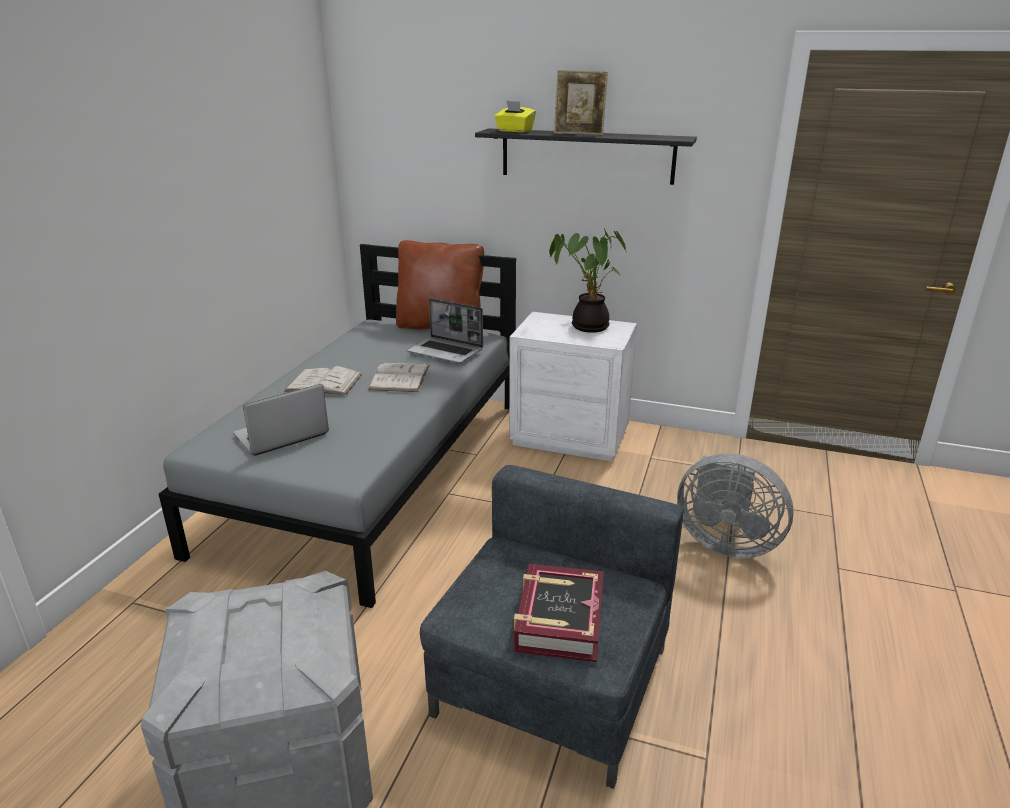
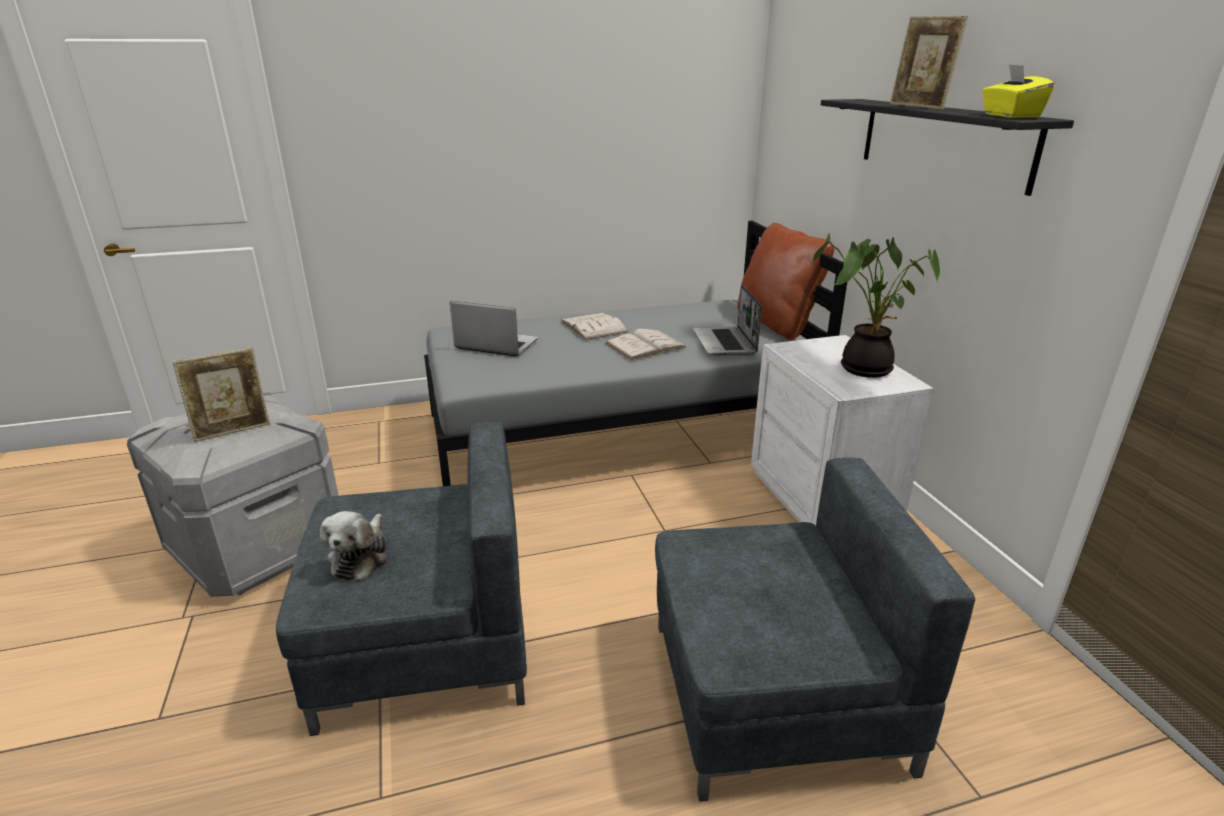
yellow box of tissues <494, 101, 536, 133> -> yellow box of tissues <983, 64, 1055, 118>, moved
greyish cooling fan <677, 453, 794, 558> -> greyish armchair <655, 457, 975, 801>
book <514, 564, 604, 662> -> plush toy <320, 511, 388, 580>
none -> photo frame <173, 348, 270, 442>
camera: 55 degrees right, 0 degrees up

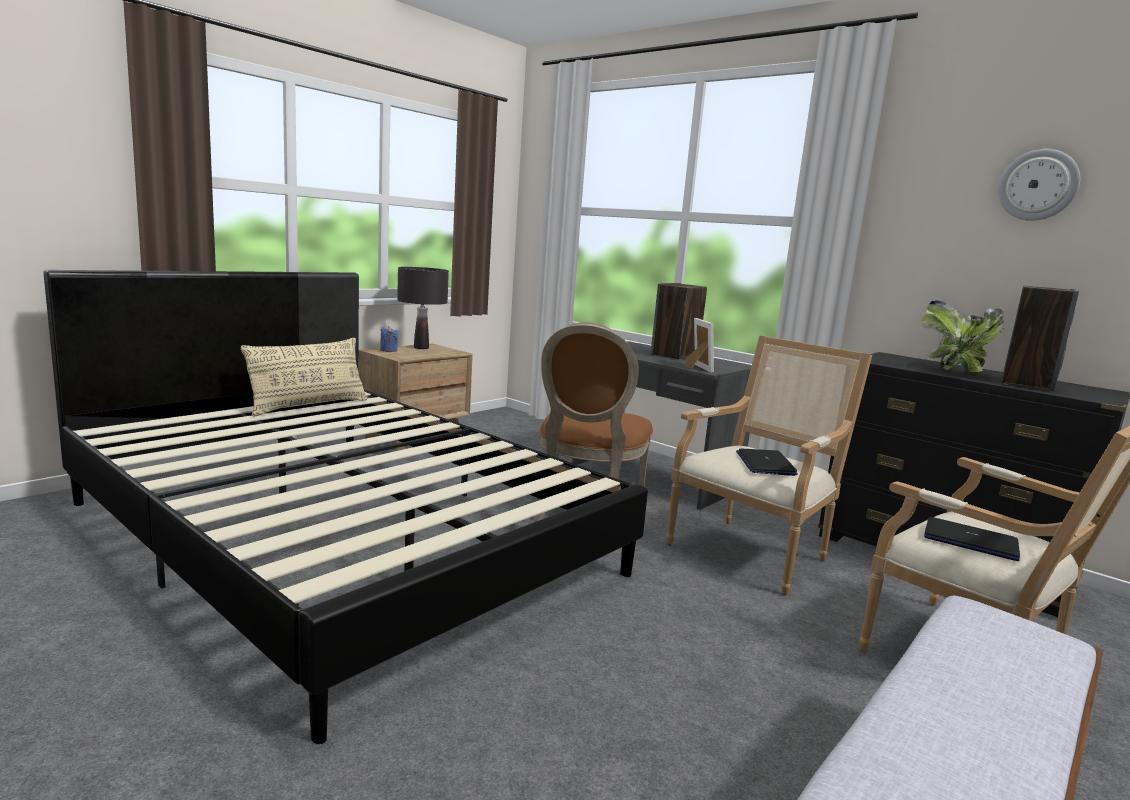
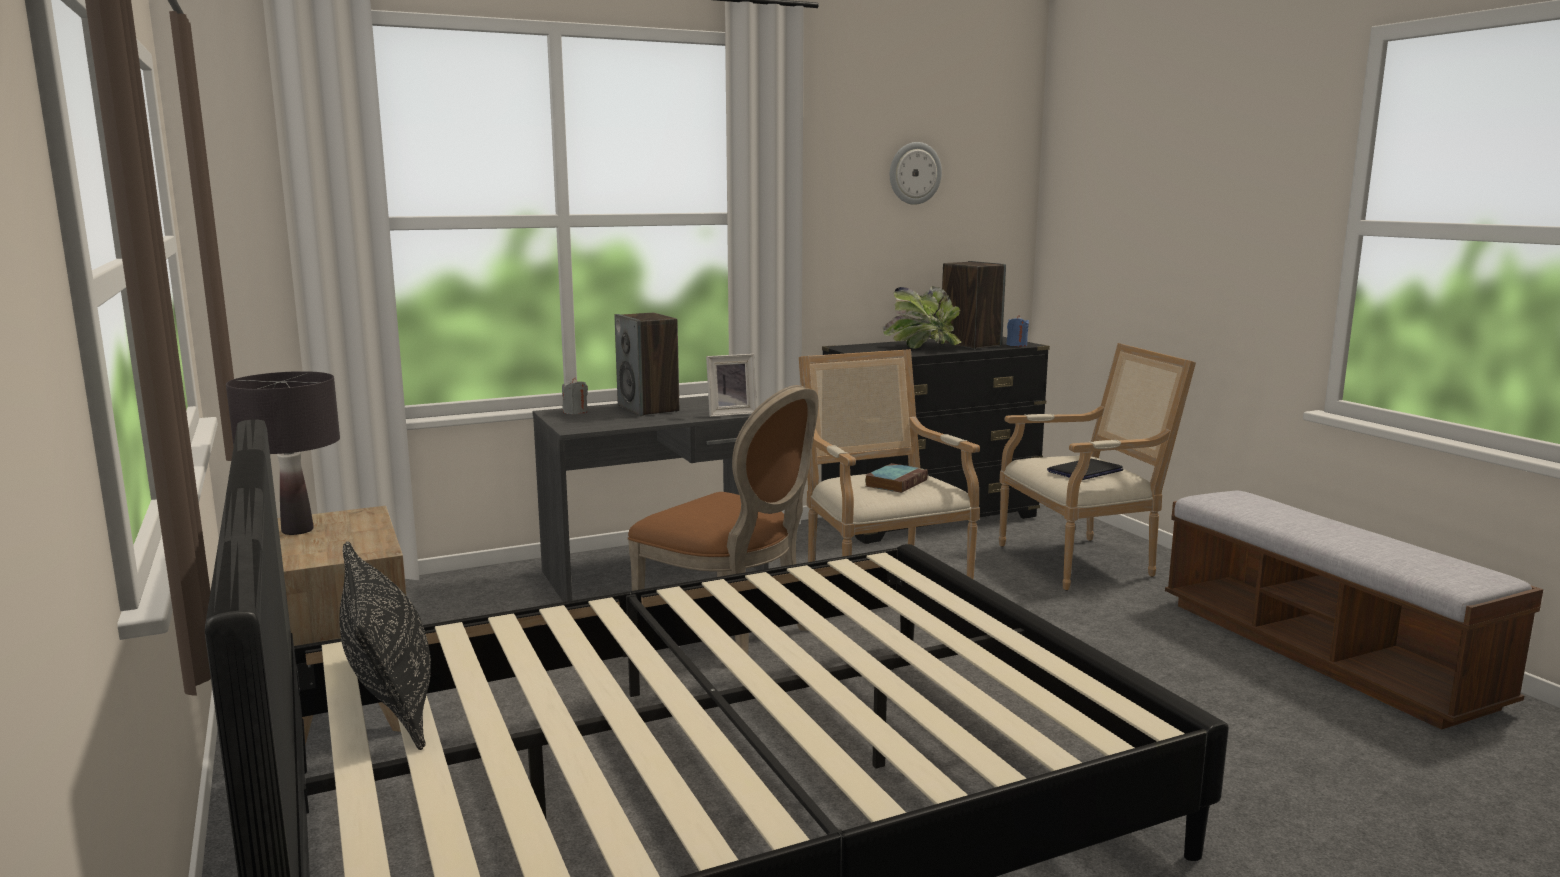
photo frame <686, 318, 714, 373> -> photo frame <706, 354, 757, 417>, 150 degrees clockwise
blue-coloured wax light <380, 326, 398, 352> -> blue-coloured wax light <1006, 315, 1029, 347>, moved
beige-coloured throw pillow <241, 338, 367, 416> -> black-coloured throw pillow <339, 541, 431, 750>
laptop <736, 449, 798, 476> -> book <865, 463, 928, 493>
none -> greyish wax light <562, 377, 588, 414>
camera: 65 degrees left, 0 degrees up

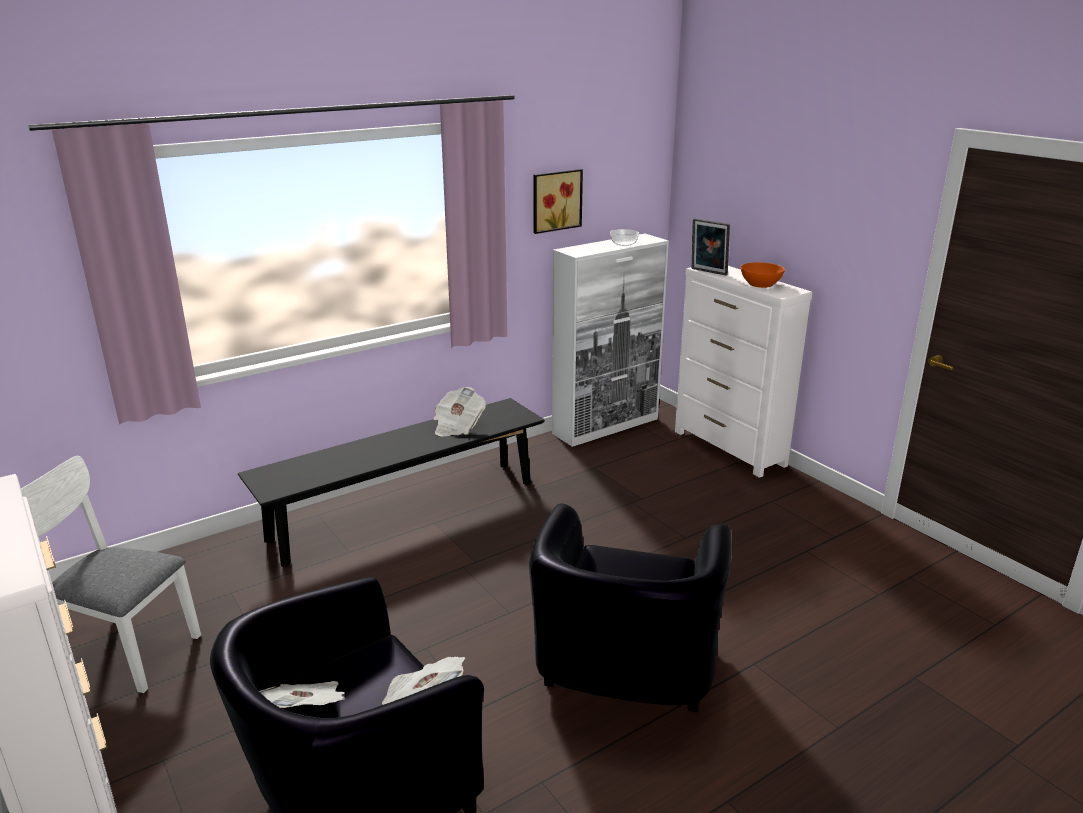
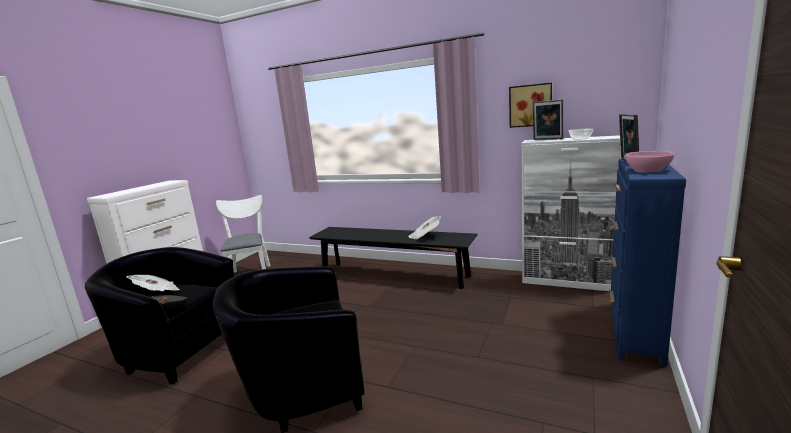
orange-coloured deep dish <741, 262, 785, 288> -> pinkish deep dish <625, 151, 675, 172>
white drawer chest <675, 266, 812, 478> -> blue-coloured drawer chest <609, 159, 686, 366>
none -> photo frame <533, 100, 563, 140>
camera: 60 degrees right, 10 degrees down

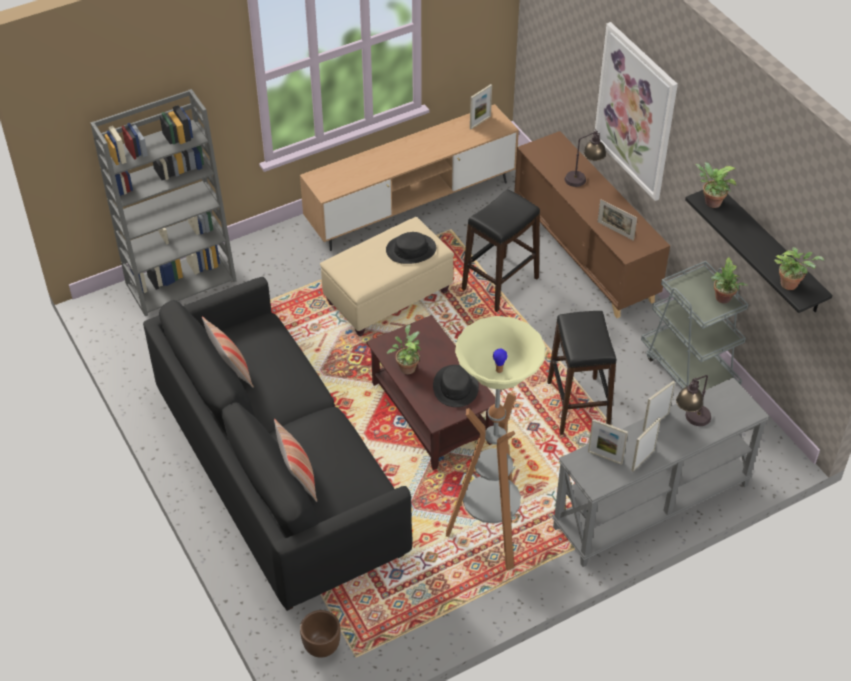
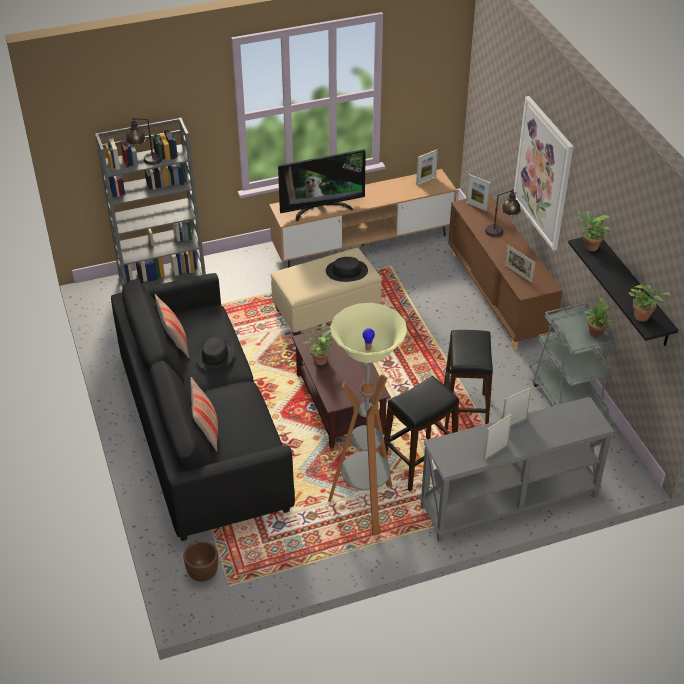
black-coloured stool seat <462, 189, 540, 312> -> black-coloured stool seat <384, 376, 459, 492>, moved
black-coloured clothing hat <433, 365, 479, 407> -> black-coloured clothing hat <195, 337, 235, 370>, moved
lamp for a table <676, 375, 711, 426> -> lamp for a table <126, 117, 162, 165>, moved
photo frame <588, 419, 628, 465> -> photo frame <466, 174, 491, 212>, moved
none -> TV <278, 149, 366, 221>
camera: 10 degrees right, 5 degrees down

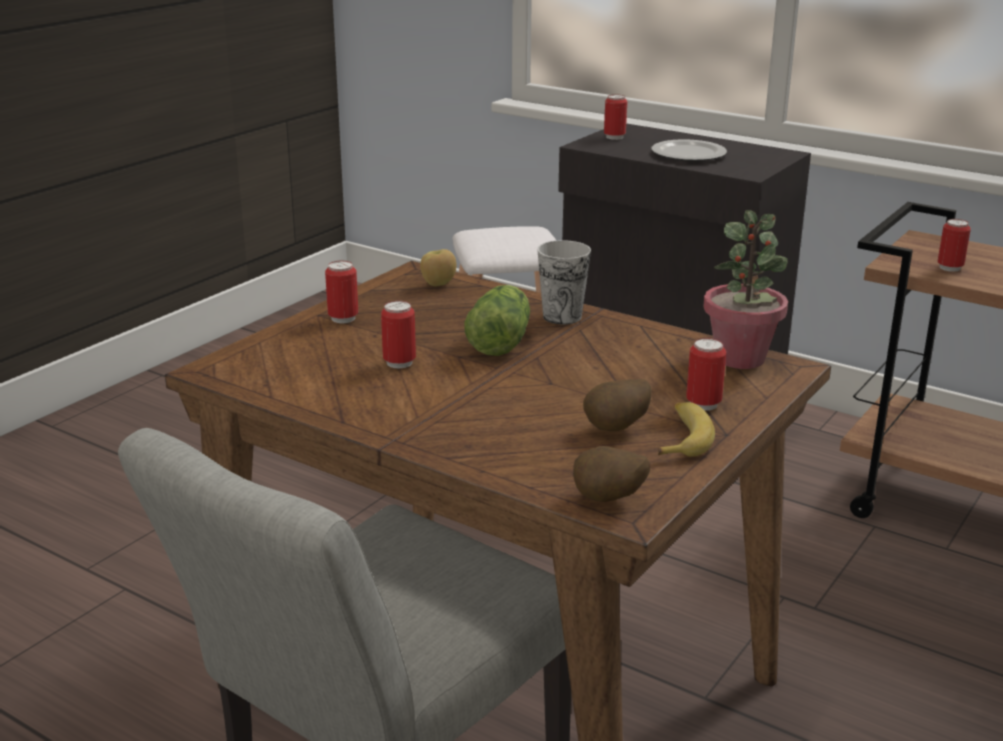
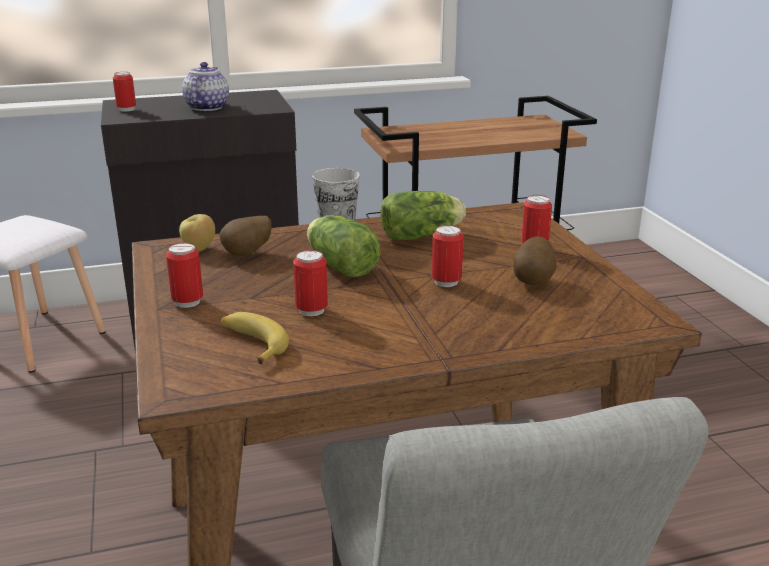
dinner plate <652, 139, 727, 162> -> tea pot <182, 62, 229, 111>
plant in a pot <703, 210, 788, 369> -> none
sealed can <938, 219, 971, 272> -> sealed can <432, 225, 464, 287>, moved
banana <658, 402, 715, 457> -> banana <221, 312, 289, 364>, moved
potato <573, 446, 650, 502> -> potato <219, 216, 271, 256>, moved
none -> lettuce head <380, 191, 466, 241>
camera: 50 degrees left, 0 degrees up

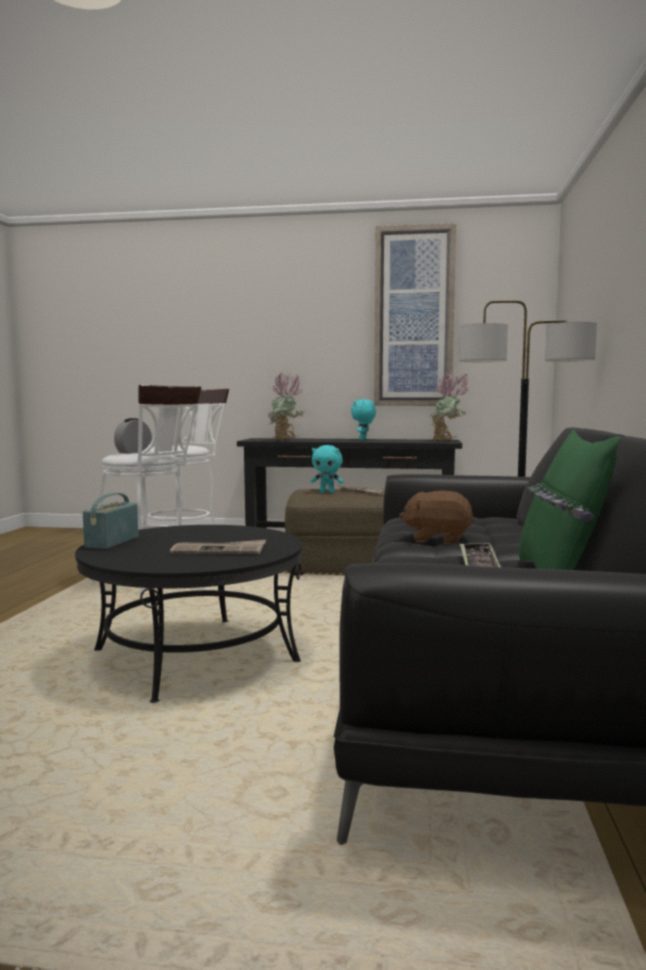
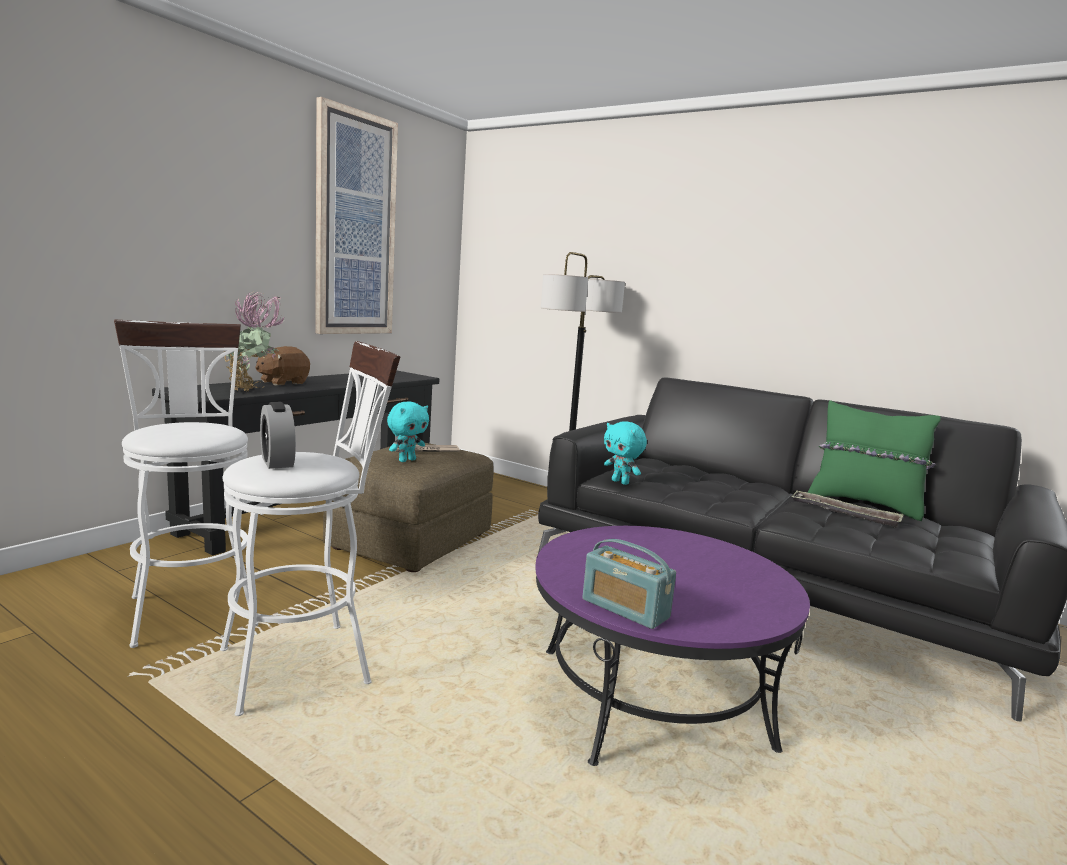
plant in a pot <429, 371, 469, 441> -> none
turquoise-coloured plush toy <351, 399, 376, 440> -> turquoise-coloured plush toy <604, 421, 647, 485>, moved
brown-coloured plush toy <399, 490, 474, 544> -> brown-coloured plush toy <255, 346, 310, 386>, moved
black-coloured lounge table <75, 525, 303, 703> -> purple-coloured lounge table <535, 526, 810, 766>
printed paper <170, 540, 266, 554> -> none
camera: 65 degrees left, 5 degrees up

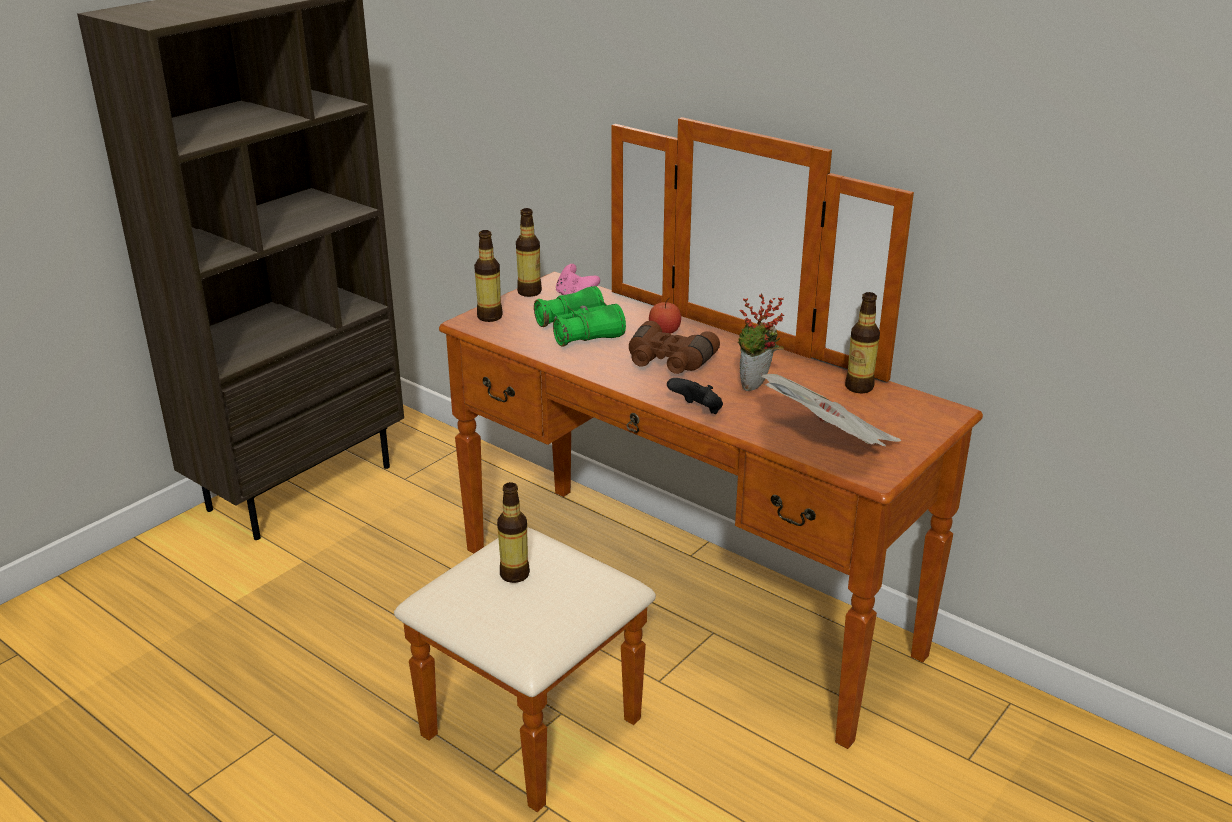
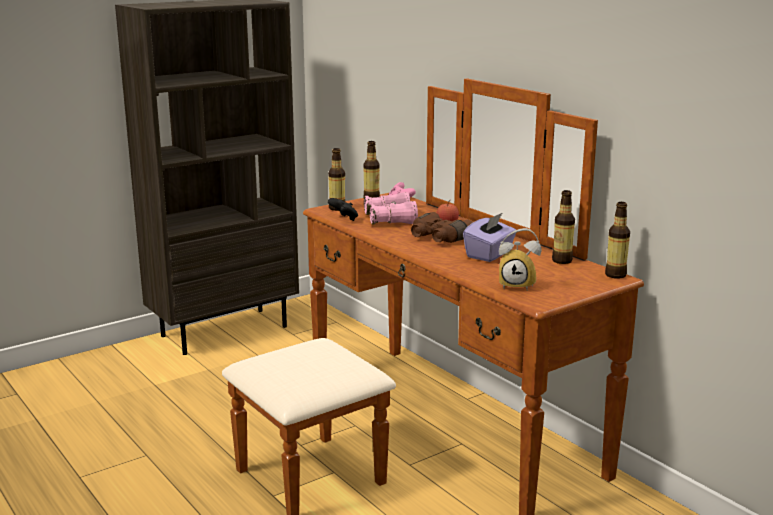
green-coloured pair of binoculars <534, 286, 626, 346> -> pinkish pair of binoculars <364, 192, 418, 225>
plant in a pot <738, 293, 784, 391> -> purple-coloured box of tissues <463, 213, 516, 262>
printed paper <762, 374, 902, 446> -> alarm clock <499, 228, 542, 291>
black-coloured game controller <667, 378, 723, 414> -> black-coloured game controller <328, 198, 358, 221>, moved
drink bottle <497, 482, 530, 583> -> drink bottle <605, 202, 630, 279>, moved
camera: 15 degrees right, 10 degrees down

